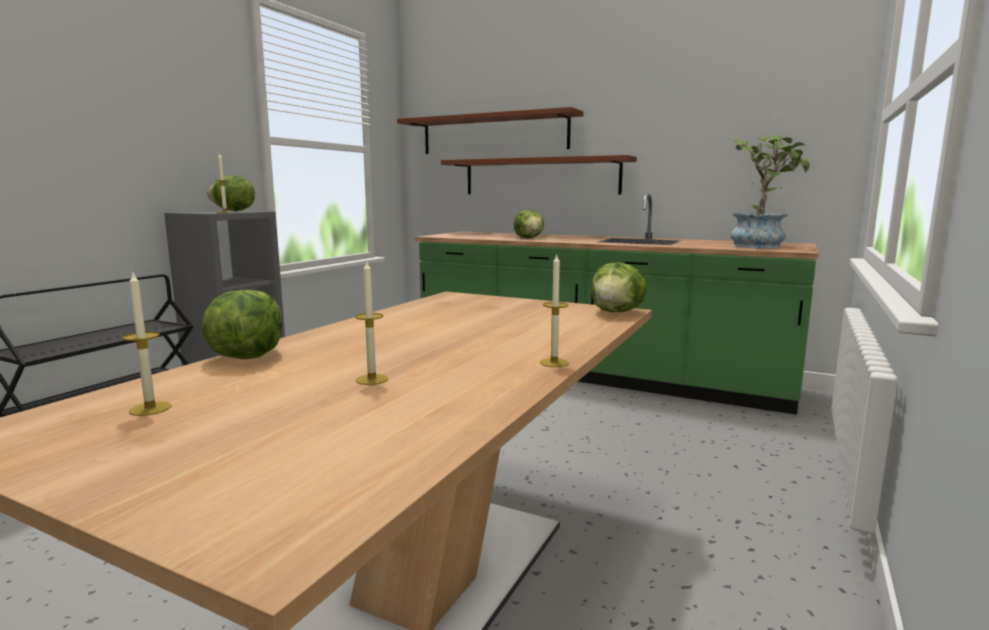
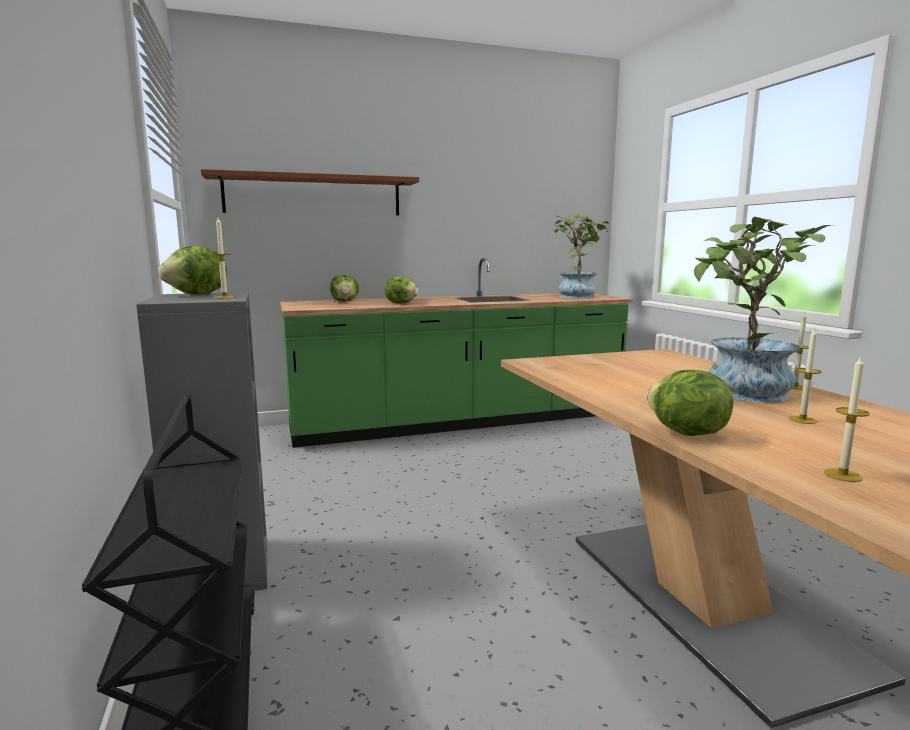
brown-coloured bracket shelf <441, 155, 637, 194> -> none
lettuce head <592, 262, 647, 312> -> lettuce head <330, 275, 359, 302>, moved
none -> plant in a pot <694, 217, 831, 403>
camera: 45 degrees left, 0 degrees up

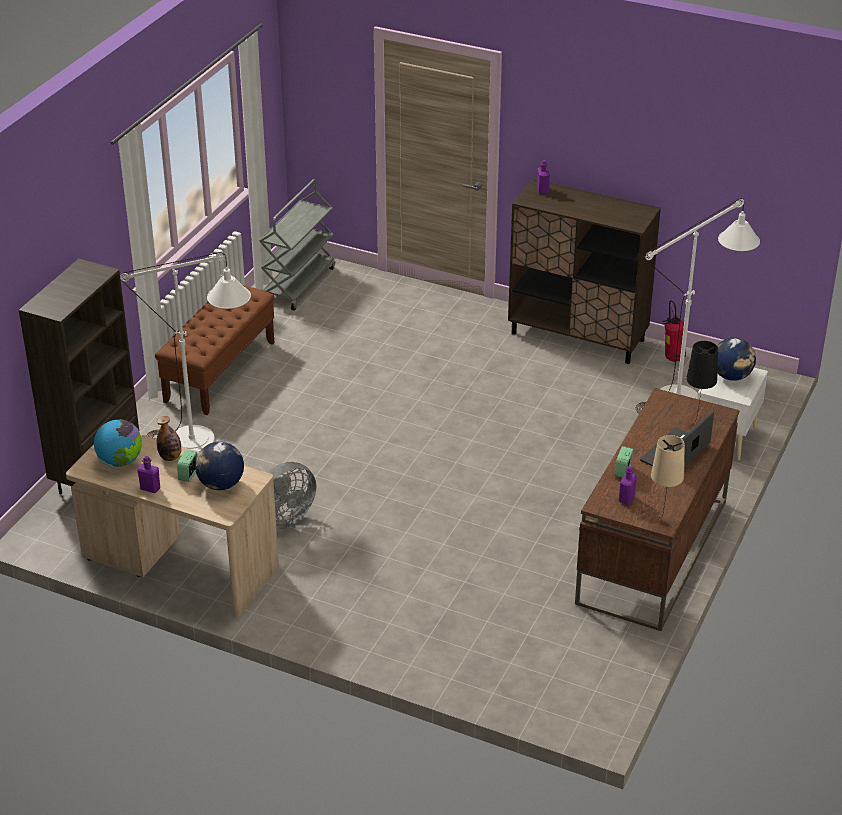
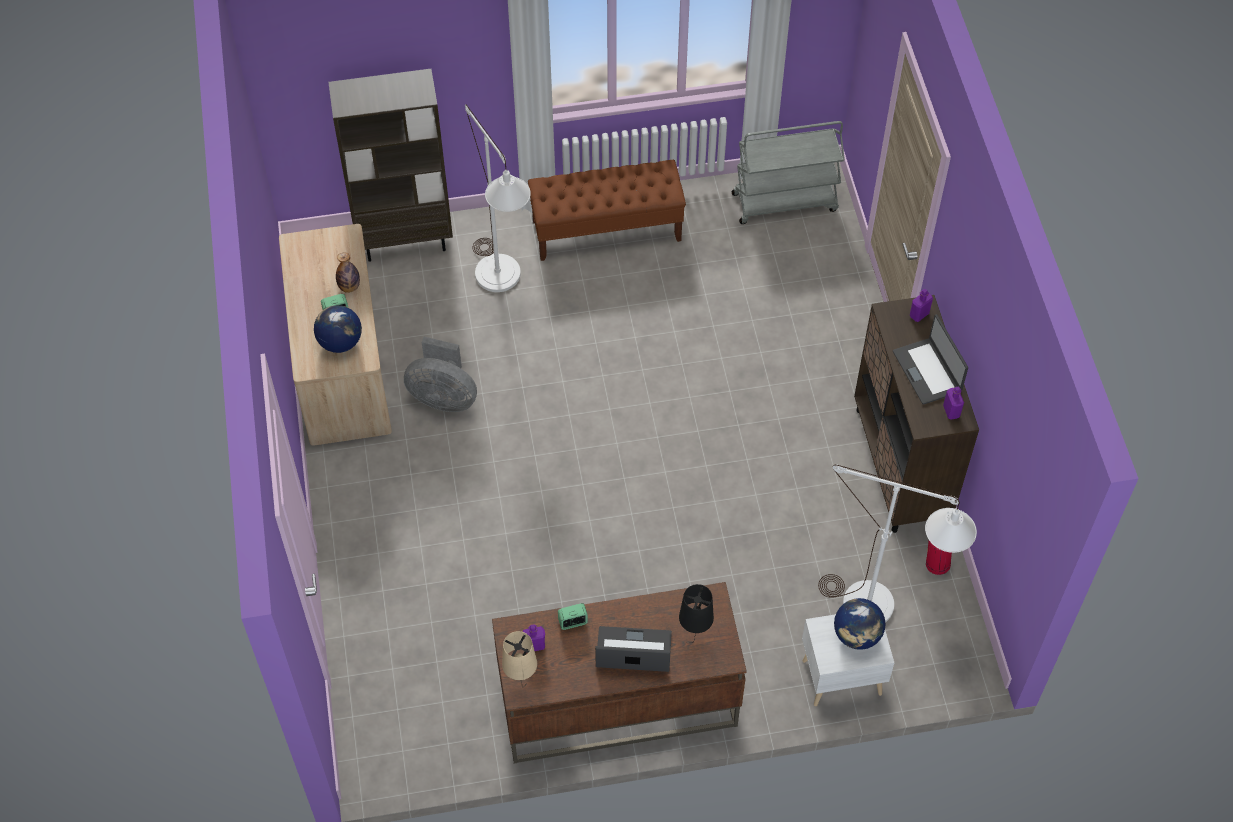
globe <94, 419, 142, 468> -> none
purple-coloured drink bottle <137, 456, 160, 493> -> purple-coloured drink bottle <943, 387, 964, 420>, moved
none -> laptop <893, 314, 968, 405>
camera: 55 degrees right, 20 degrees up

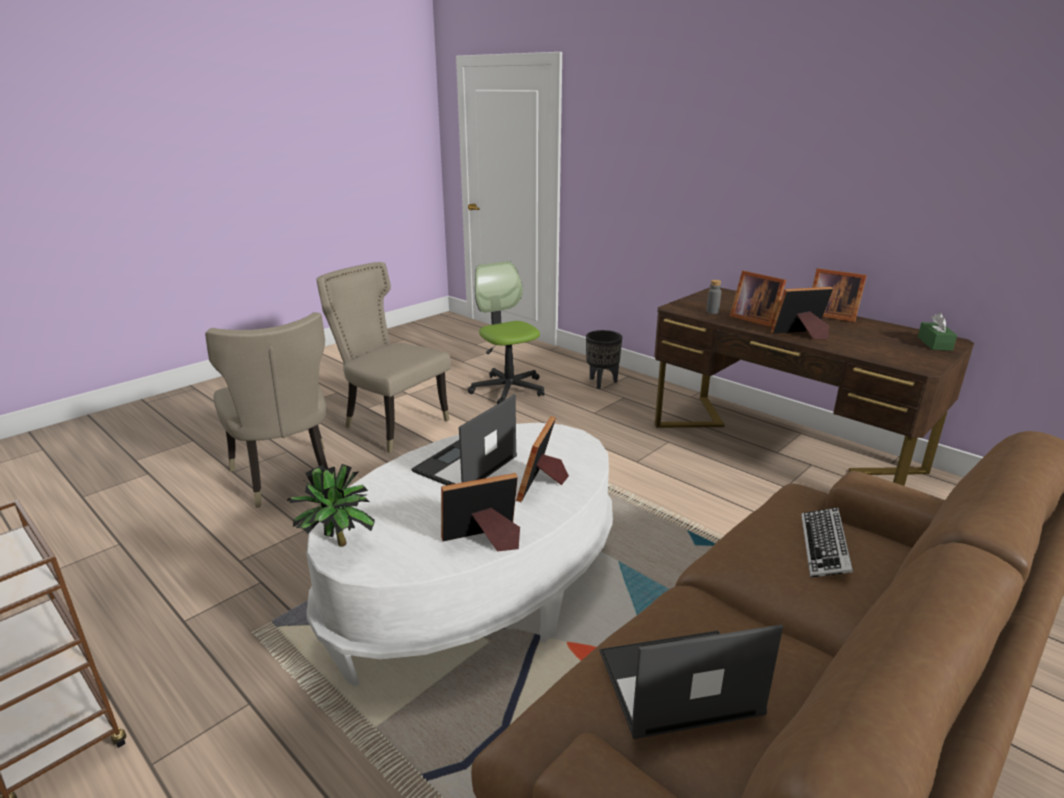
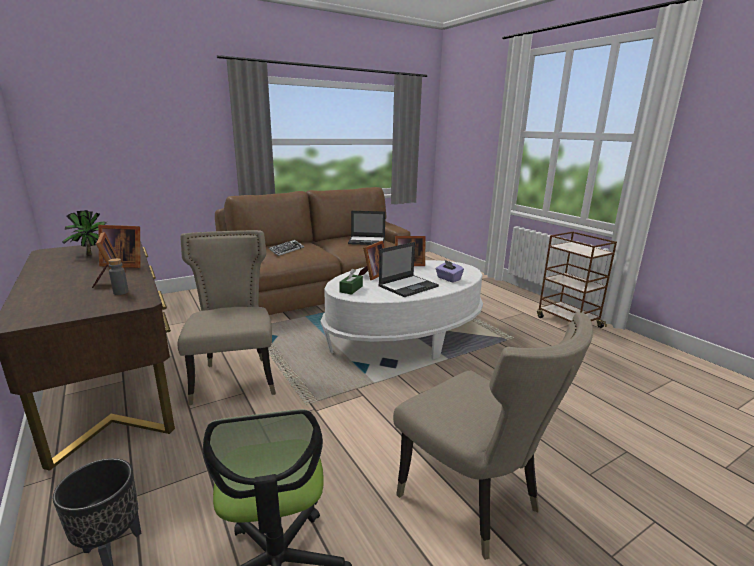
photo frame <812, 268, 867, 322> -> none
beige-coloured chair <205, 312, 328, 508> -> beige-coloured chair <178, 230, 276, 405>, moved
green-coloured box of tissues <918, 313, 957, 351> -> green-coloured box of tissues <339, 269, 363, 295>, moved
plant in a pot <287, 464, 375, 547> -> plant in a pot <62, 210, 107, 256>, moved
none -> purple-coloured box of tissues <436, 260, 464, 282>
camera: 165 degrees left, 5 degrees down

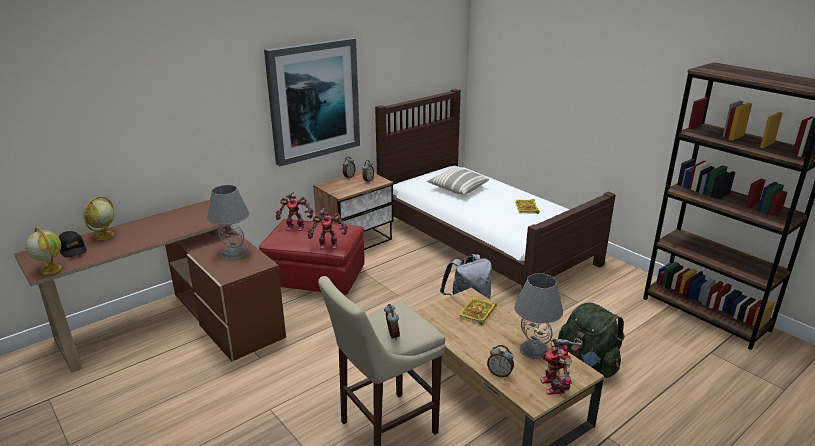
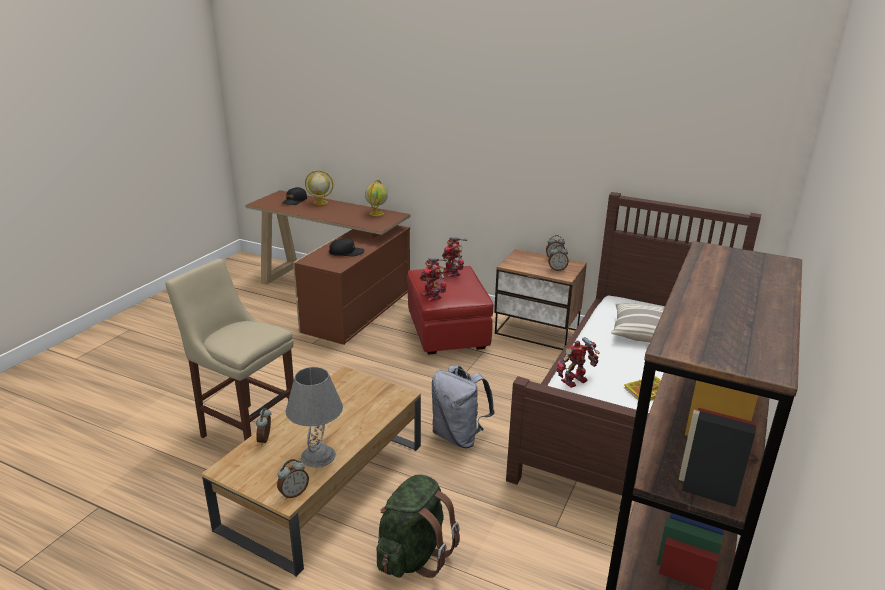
picture <264, 38, 360, 166> -> none
greyish lamp for a table <207, 185, 249, 260> -> black-coloured cap <329, 239, 365, 256>
globe <26, 227, 62, 274> -> globe <365, 179, 388, 216>, moved
book <459, 297, 497, 325> -> none
alarm clock <384, 304, 400, 341> -> alarm clock <277, 459, 309, 499>, moved
robot figure <540, 339, 581, 395> -> robot figure <557, 337, 600, 388>, moved
camera: 65 degrees right, 0 degrees up

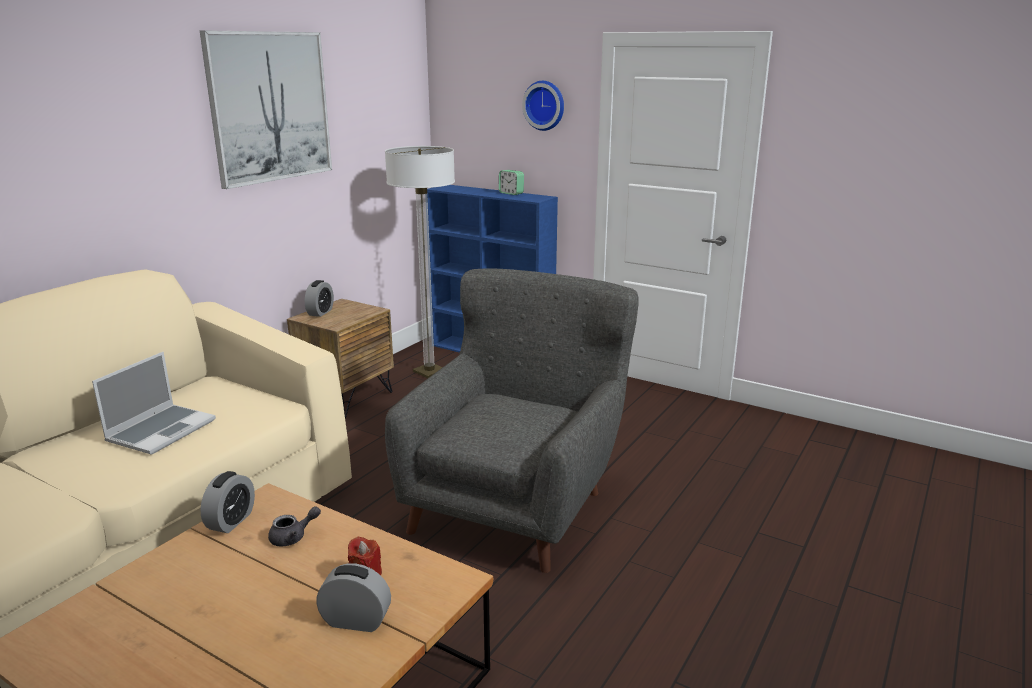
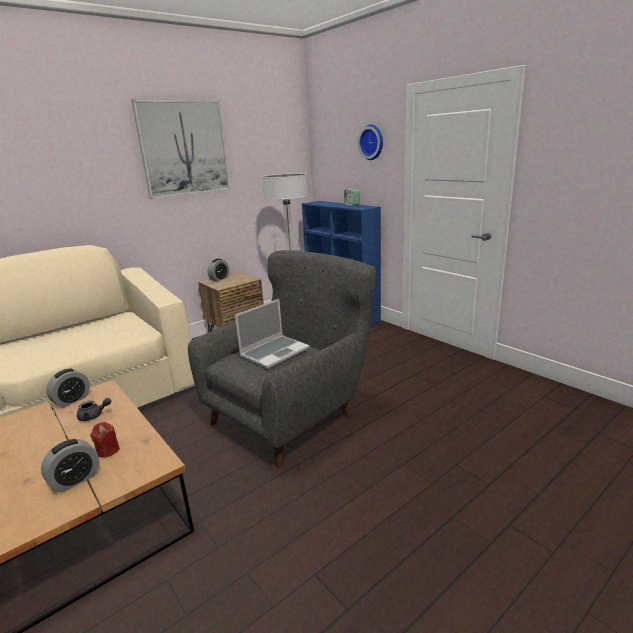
laptop <92, 352, 216, 455> -> laptop <235, 299, 310, 369>, moved
alarm clock <316, 563, 391, 632> -> alarm clock <41, 439, 99, 492>, 105 degrees clockwise
camera: 20 degrees right, 0 degrees up

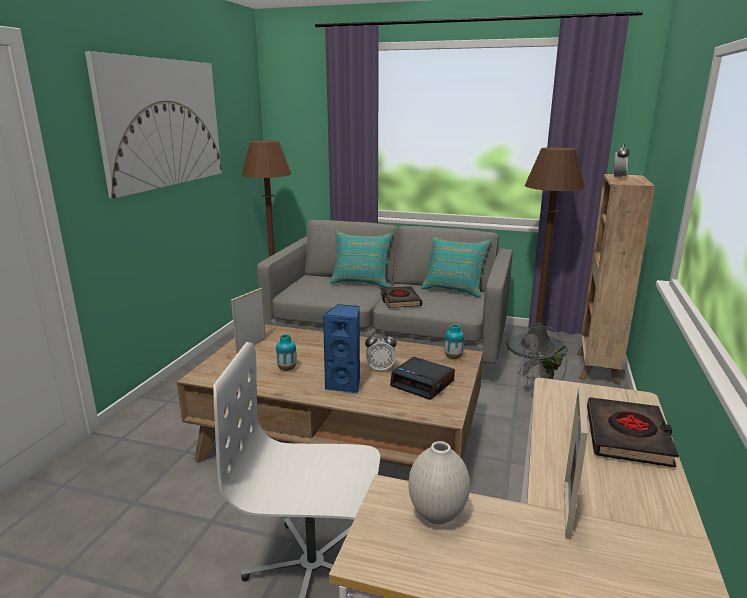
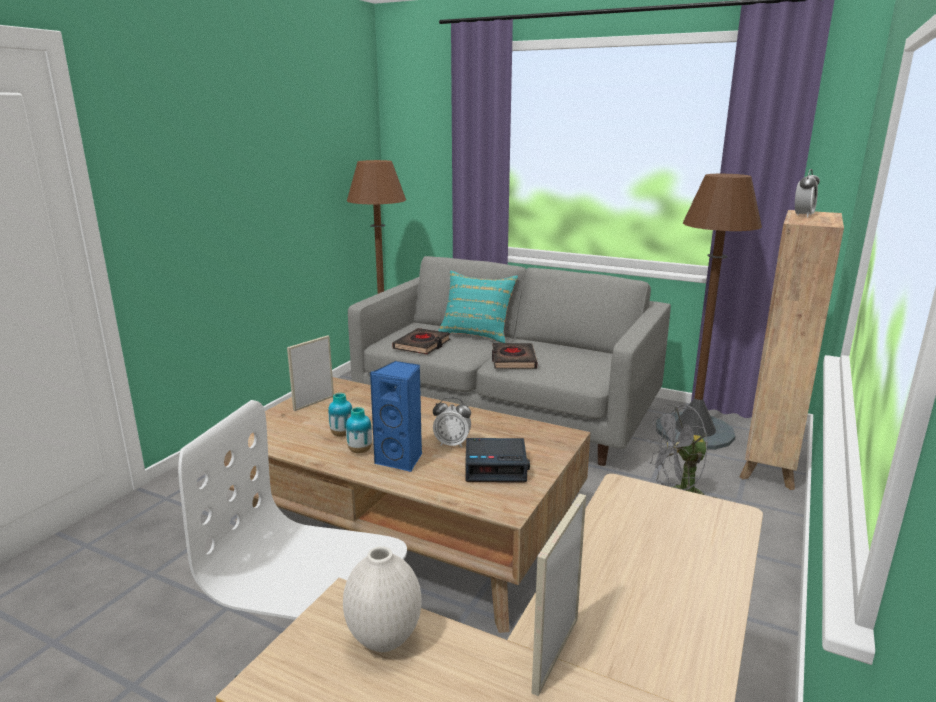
picture <85, 51, 222, 198> -> none
turquoise-coloured throw pillow <421, 237, 491, 298> -> none
vase <444, 324, 464, 359> -> vase <346, 407, 372, 453>, moved
alarm clock <390, 357, 455, 400> -> alarm clock <465, 438, 530, 483>, 45 degrees counterclockwise
black-coloured book <587, 397, 679, 468> -> black-coloured book <392, 328, 450, 355>, moved
camera: 10 degrees right, 0 degrees up

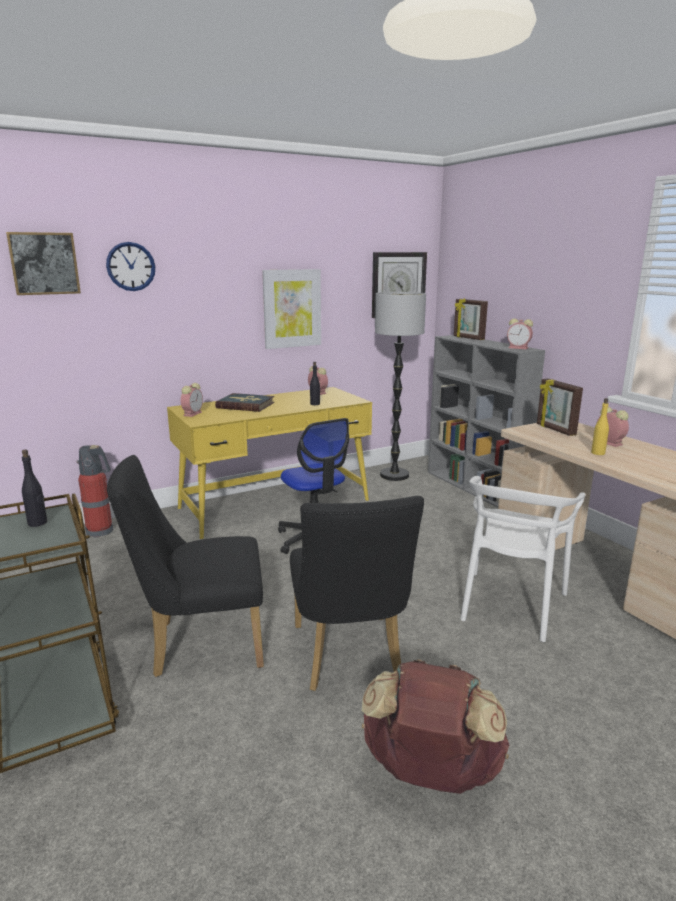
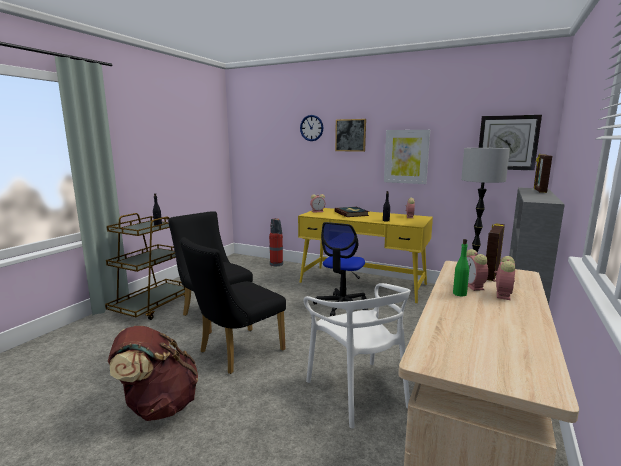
picture <6, 232, 81, 295> -> picture <335, 119, 366, 152>, moved
alarm clock <507, 318, 533, 349> -> alarm clock <466, 249, 488, 291>, moved
yellow drink bottle <591, 398, 609, 455> -> green-coloured drink bottle <453, 239, 469, 296>
white chair <460, 476, 586, 642> -> white chair <304, 283, 410, 428>, 105 degrees counterclockwise
camera: 55 degrees right, 5 degrees down

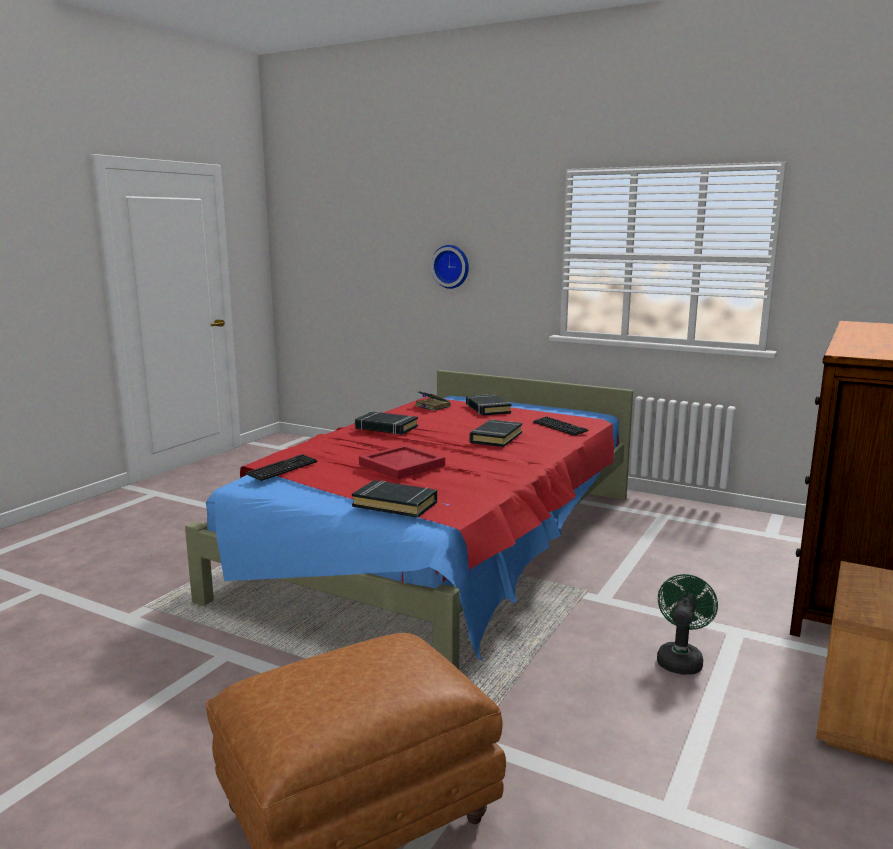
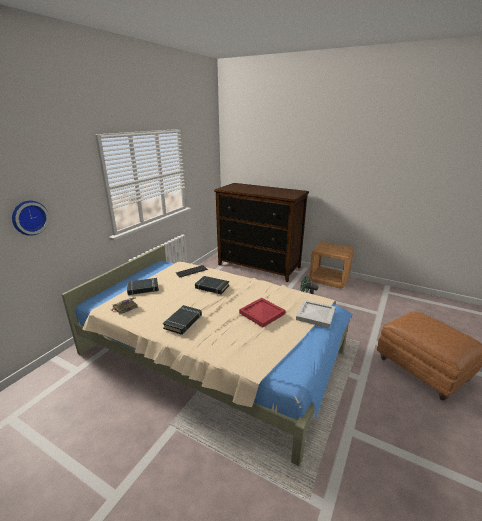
reddish bed <185, 370, 633, 669> -> beige-coloured bed <62, 245, 353, 466>
keyboard <246, 454, 317, 481> -> none
black-coloured book <352, 480, 437, 518> -> white serving tray <296, 300, 335, 328>
camera: 90 degrees left, 10 degrees up

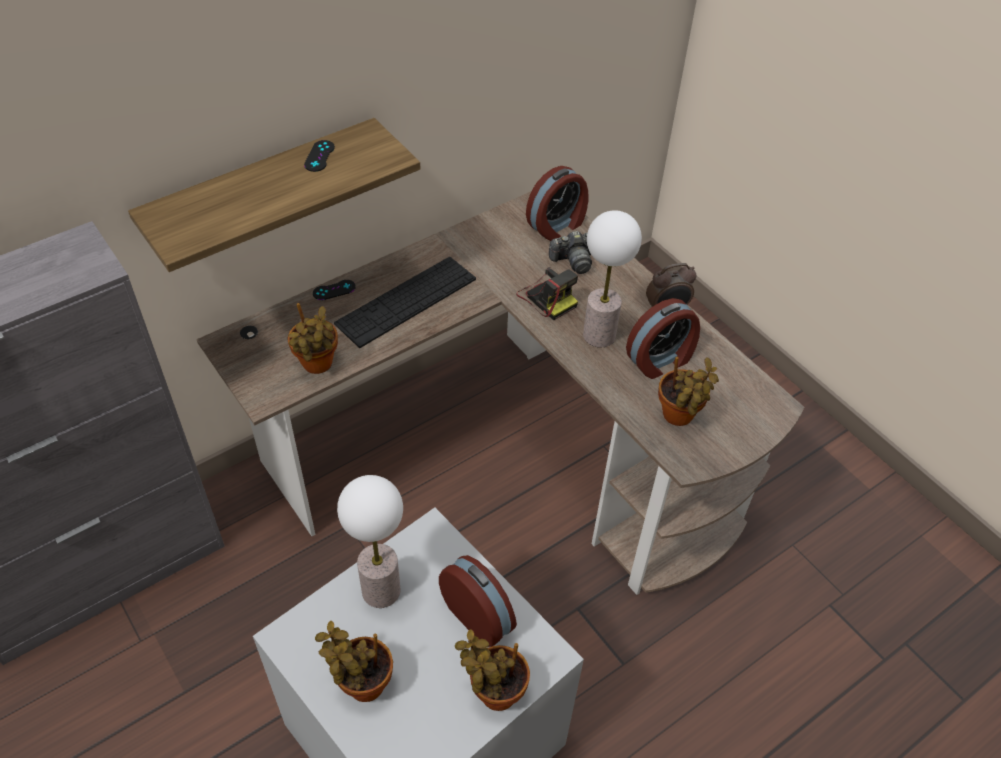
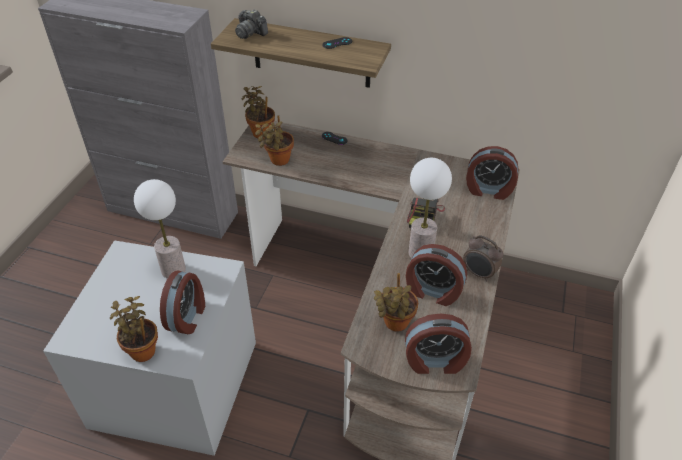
photo camera <549, 231, 592, 274> -> photo camera <235, 9, 268, 39>, moved
keyboard <334, 257, 476, 348> -> none
plant in a pot <315, 621, 393, 702> -> plant in a pot <242, 86, 275, 139>, moved
none -> alarm clock <405, 314, 472, 374>
camera: 55 degrees right, 5 degrees down

